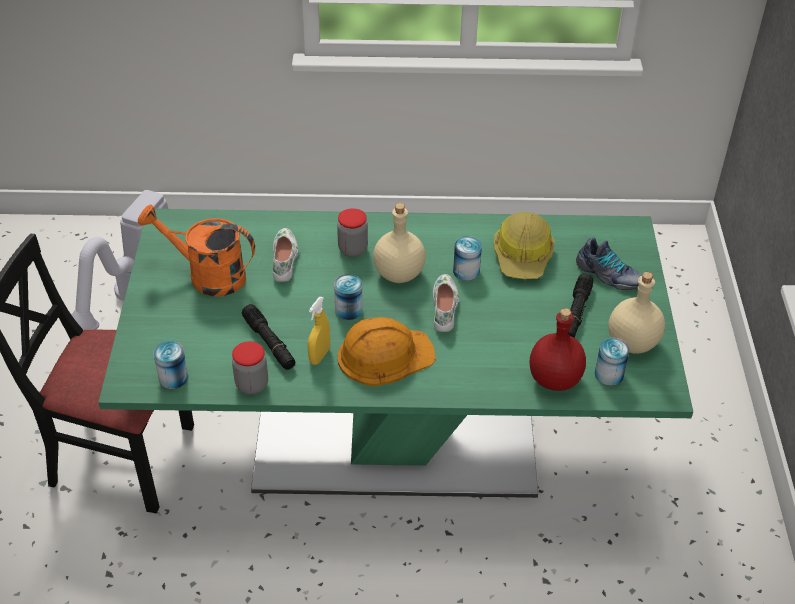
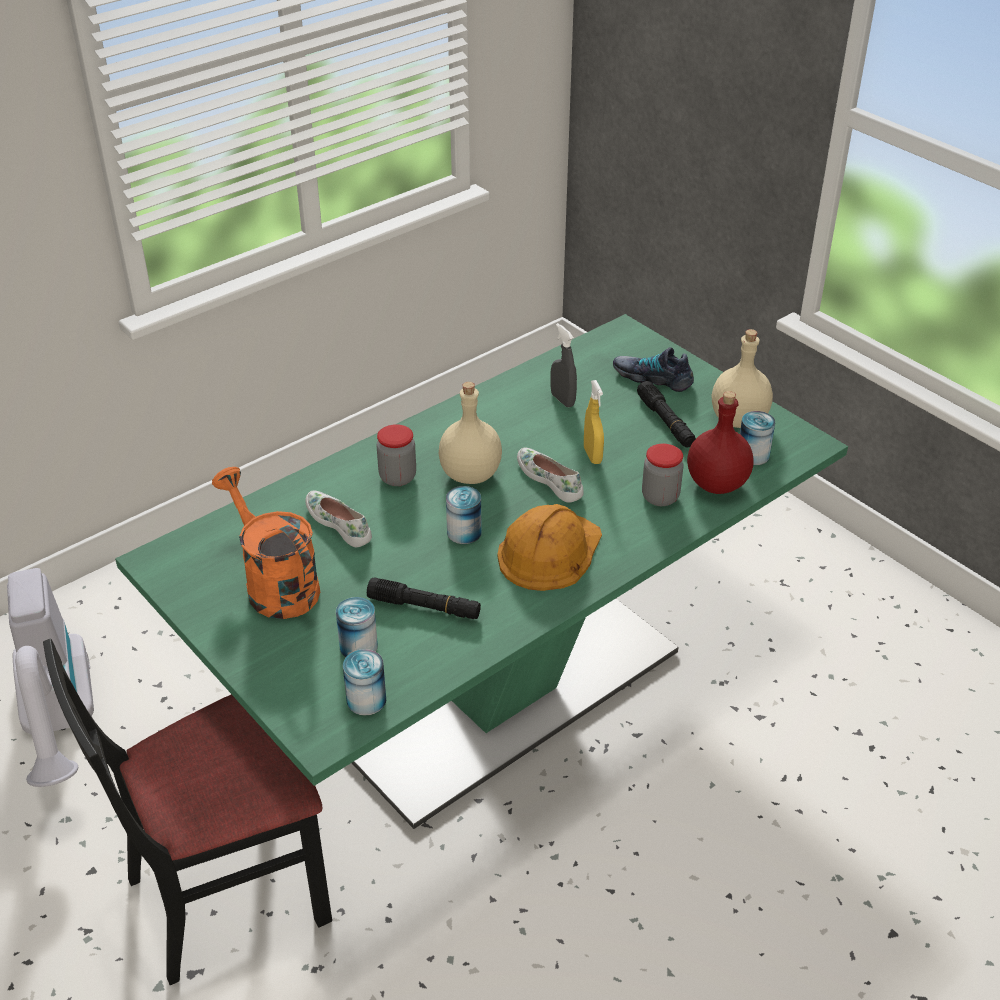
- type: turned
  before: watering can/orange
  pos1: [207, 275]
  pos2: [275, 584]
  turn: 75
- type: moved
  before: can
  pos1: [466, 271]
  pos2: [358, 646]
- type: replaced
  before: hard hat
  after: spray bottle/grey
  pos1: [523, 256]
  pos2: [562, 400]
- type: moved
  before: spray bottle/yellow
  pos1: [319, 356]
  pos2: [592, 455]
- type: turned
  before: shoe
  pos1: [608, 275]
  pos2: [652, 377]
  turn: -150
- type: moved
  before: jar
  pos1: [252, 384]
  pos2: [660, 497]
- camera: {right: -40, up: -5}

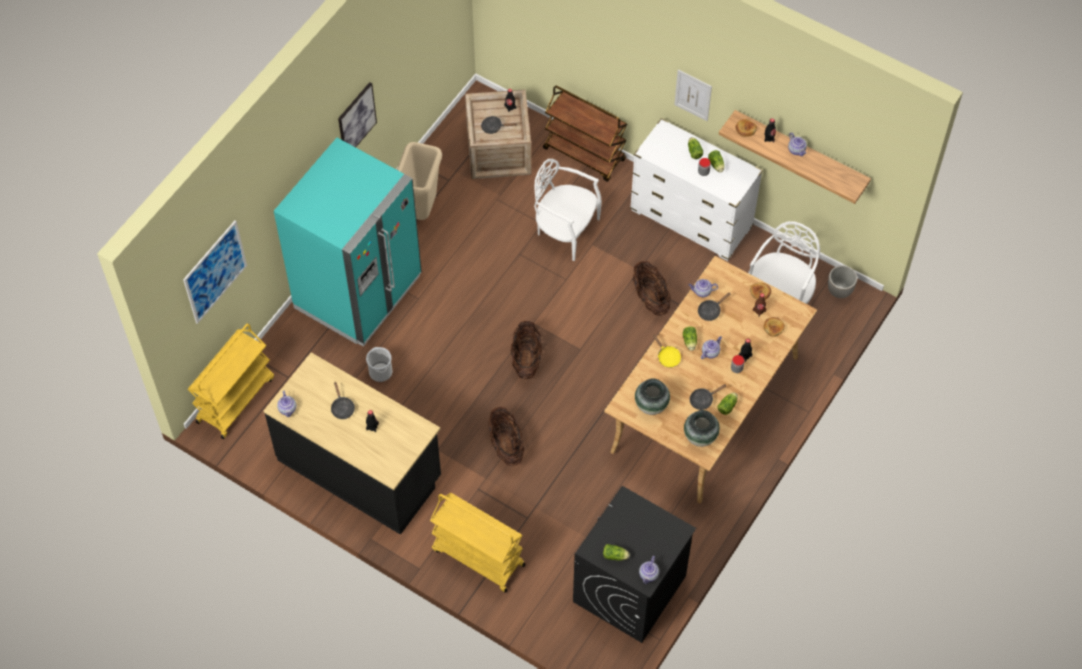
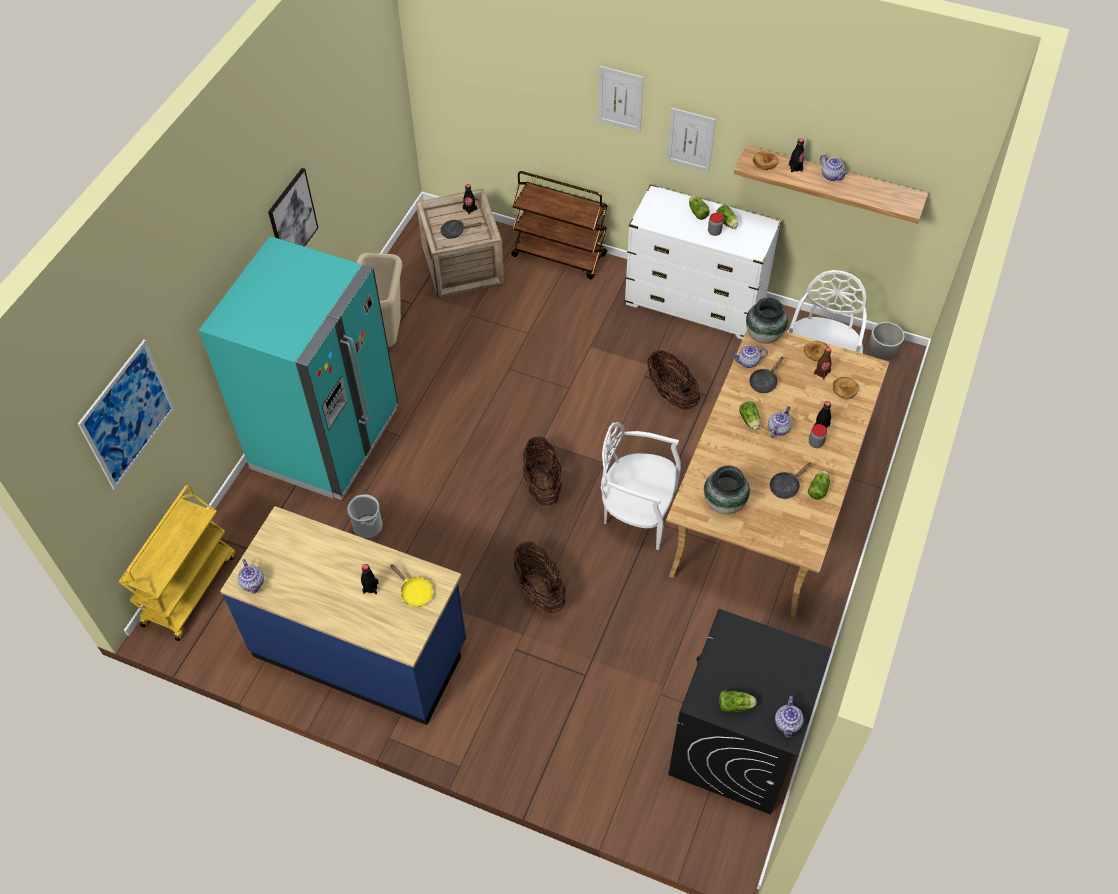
- type: recoloured
  before: counter/black
  after: counter/blue
  pos1: [360, 468]
  pos2: [361, 649]
- type: moved
  before: frying pan/yellow
  pos1: [667, 357]
  pos2: [414, 592]
- type: added
  after: picture
  pos2: [620, 99]
- type: moved
  before: chair/white
  pos1: [565, 230]
  pos2: [637, 512]
- type: moved
  before: vase
  pos1: [700, 437]
  pos2: [763, 336]
- type: removed
  before: frying pan/black
  pos1: [342, 407]
- type: removed
  before: cart/yellow
  pos1: [477, 557]
- camera: {right: -10, up: -5}

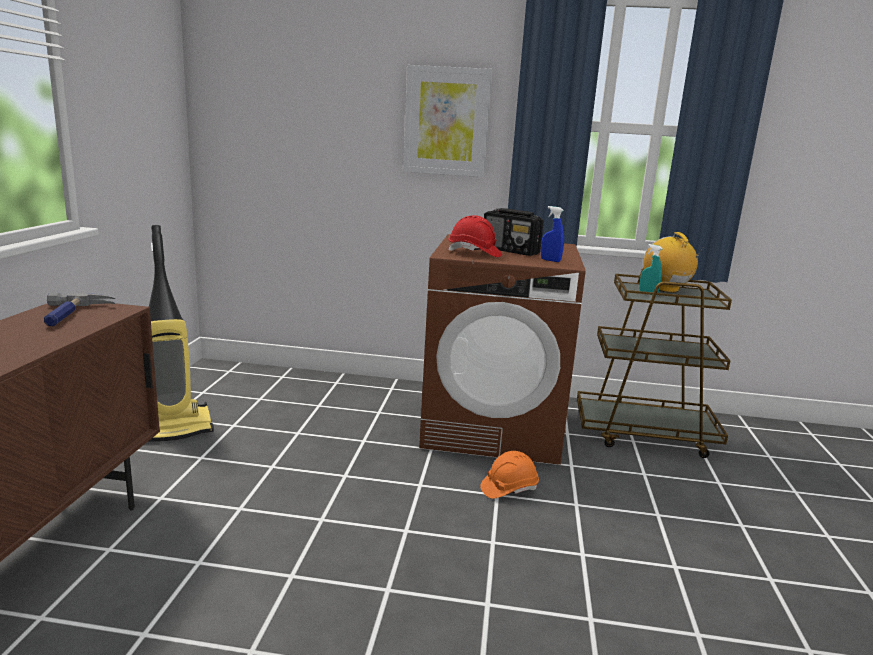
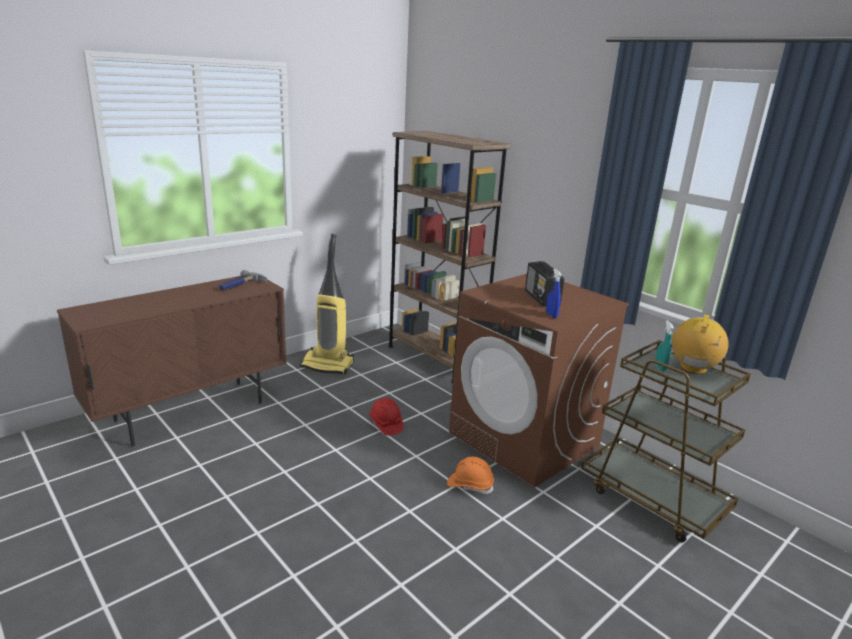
- type: moved
  before: hard hat/red
  pos1: [474, 253]
  pos2: [385, 424]
- type: added
  after: bookcase/brown
  pos2: [435, 358]
- type: removed
  before: picture
  pos1: [446, 121]
- camera: {right: 40, up: 5}

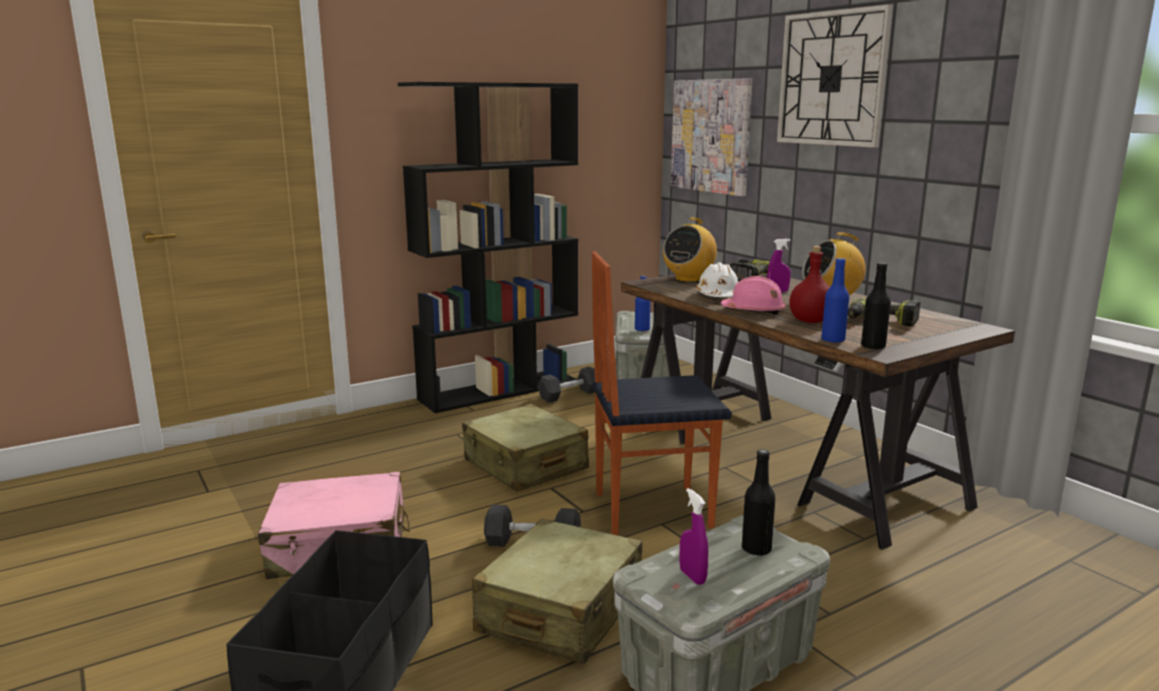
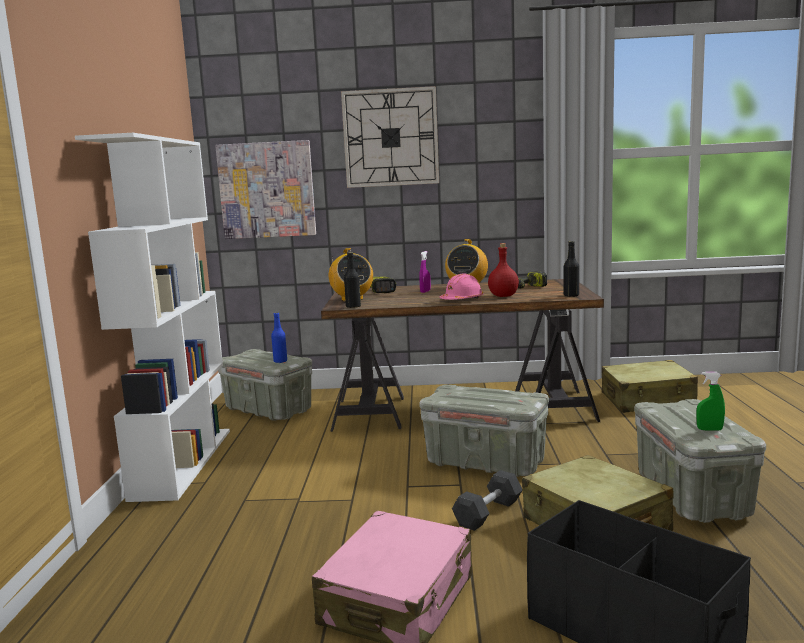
- type: recoloured
  before: bookcase/black
  after: bookcase/white
  pos1: [500, 390]
  pos2: [183, 462]
- type: moved
  before: bottle/black
  pos1: [756, 549]
  pos2: [353, 307]
- type: replaced
  before: chair
  after: storage box/grey
  pos1: [651, 509]
  pos2: [484, 463]
- type: moved
  before: suitcase/beige
  pos1: [525, 465]
  pos2: [648, 400]
- type: recoloured
  before: spray bottle/purple
  after: spray bottle/green
  pos1: [692, 576]
  pos2: [709, 429]
- type: removed
  before: dumbbell/grey
  pos1: [569, 395]
- type: removed
  before: hard hat/white
  pos1: [718, 296]
- type: removed
  before: bottle/blue
  pos1: [833, 340]
- camera: {right: -55, up: -5}

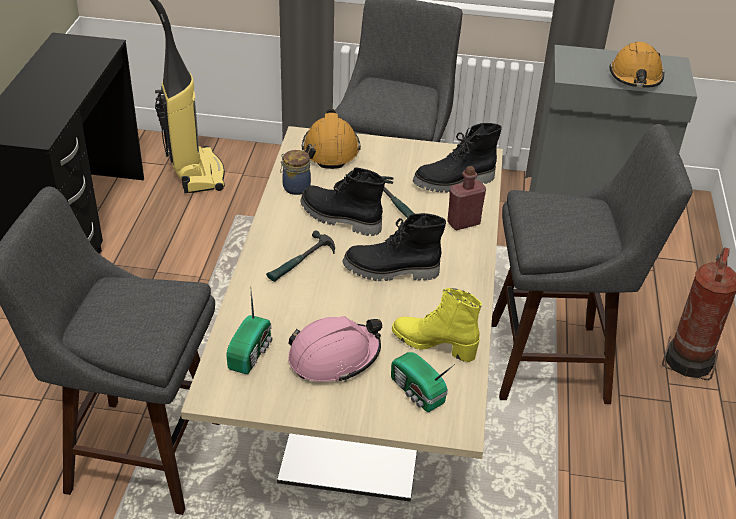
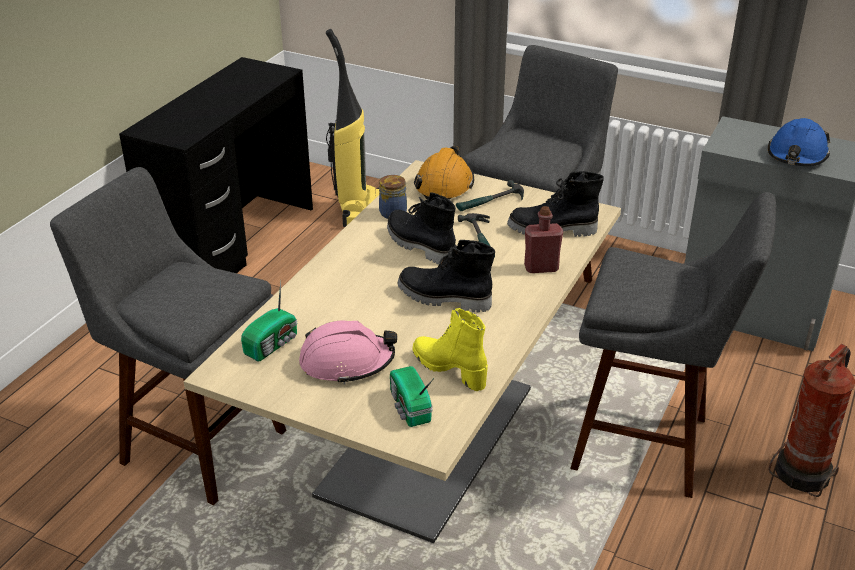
- type: moved
  before: hammer
  pos1: [301, 262]
  pos2: [490, 202]
- type: recoloured
  before: hard hat/orange
  after: hard hat/blue
  pos1: [636, 77]
  pos2: [797, 156]
- camera: {right: 20, up: -5}

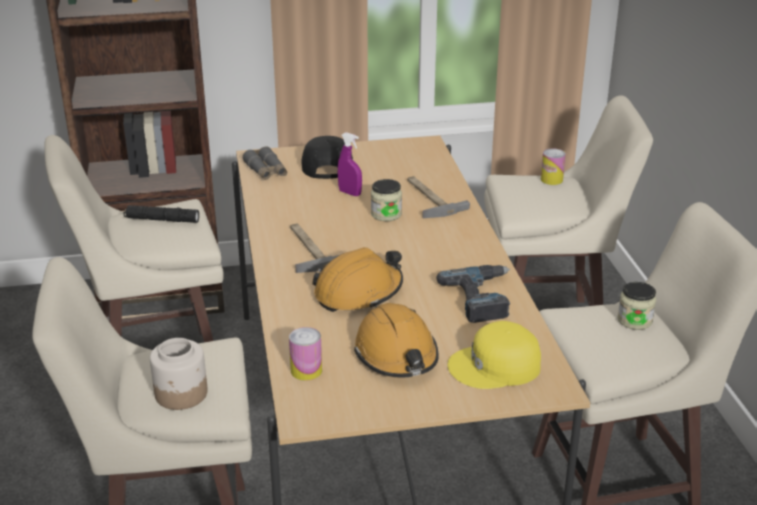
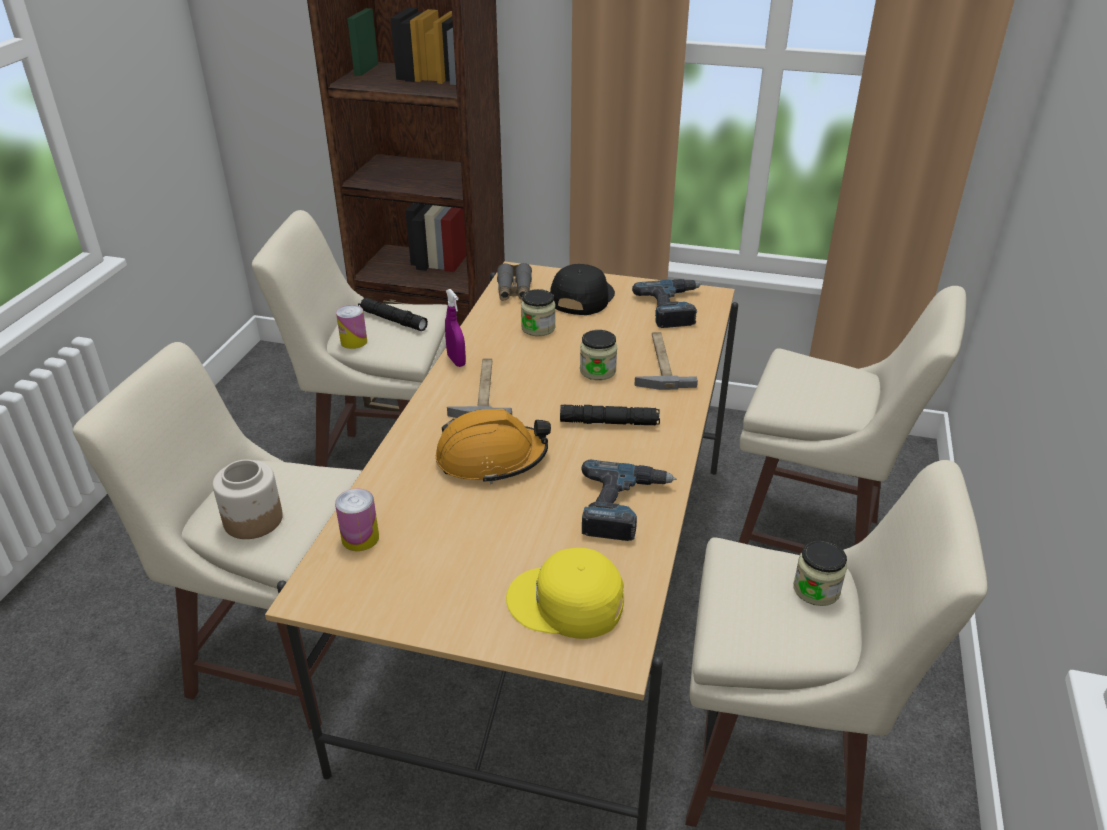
- type: moved
  before: can
  pos1: [551, 180]
  pos2: [354, 341]
- type: moved
  before: spray bottle/purple
  pos1: [350, 193]
  pos2: [456, 361]
- type: added
  after: jar
  pos2: [538, 328]
- type: added
  after: flashlight/black
  pos2: [609, 422]
- type: added
  after: power drill
  pos2: [673, 308]
- type: removed
  before: hard hat/orange
  pos1: [396, 355]
- camera: {right: 25, up: 5}

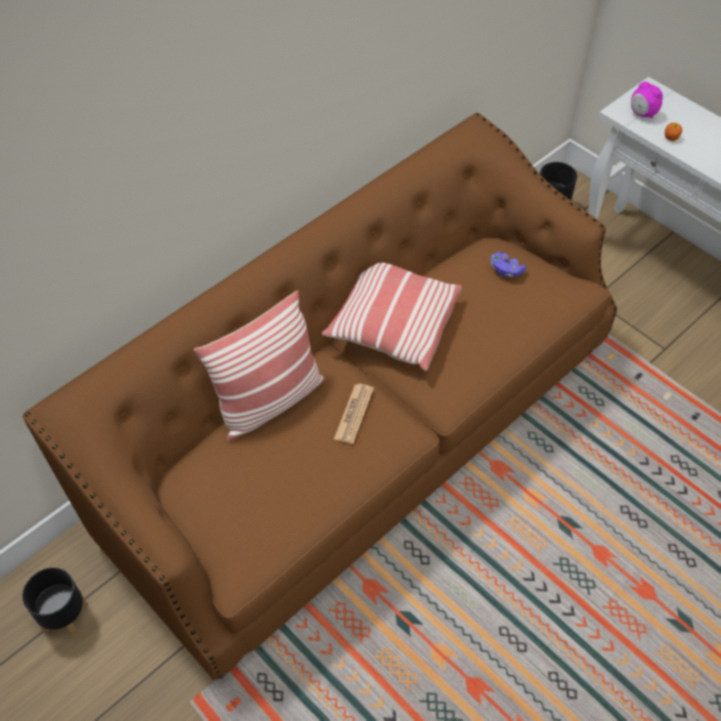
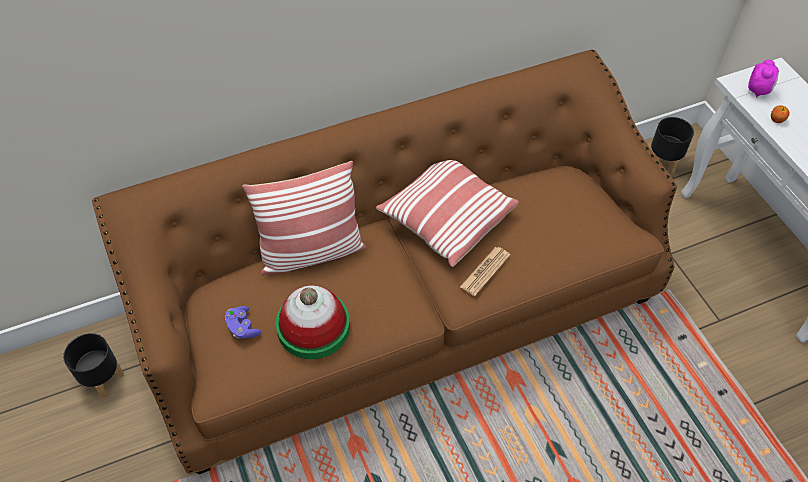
- type: moved
  before: game controller/purple
  pos1: [505, 270]
  pos2: [243, 327]
- type: added
  after: hat
  pos2: [313, 326]
- type: moved
  before: newspaper
  pos1: [354, 414]
  pos2: [485, 271]
- type: turned
  before: alarm clock
  pos1: [642, 114]
  pos2: [758, 90]
  turn: -135
- camera: {right: 20, up: 0}

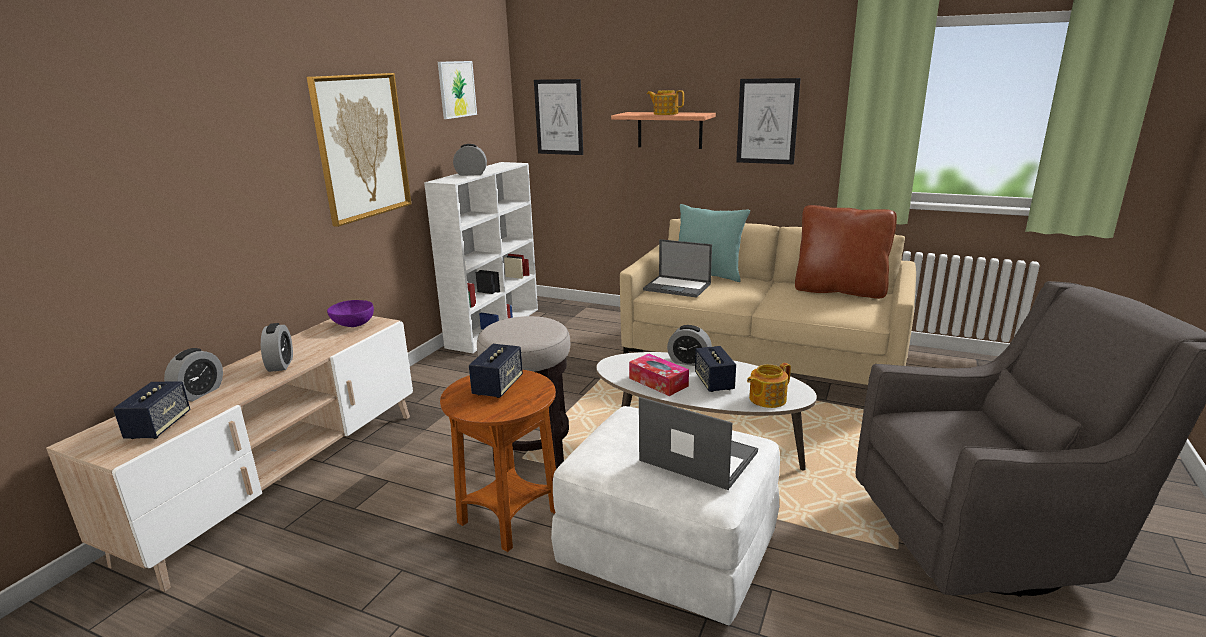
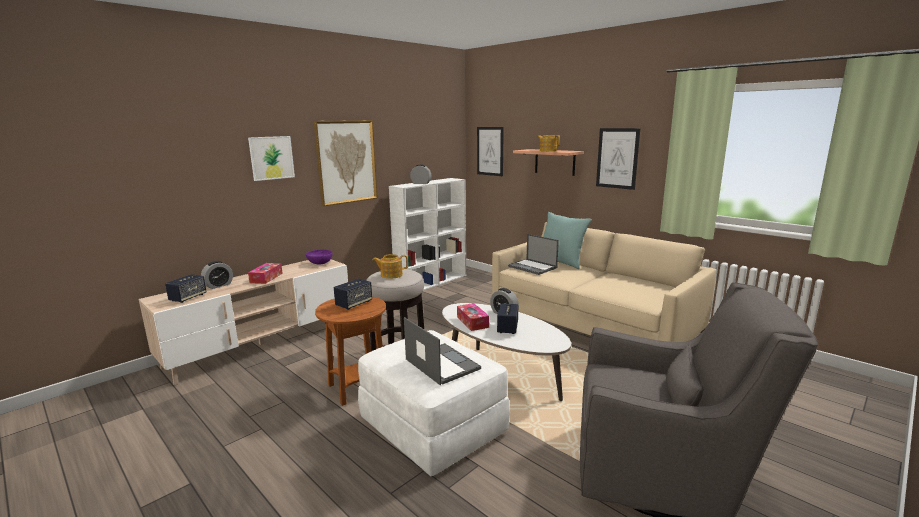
- type: moved
  before: picture
  pos1: [456, 89]
  pos2: [271, 158]
- type: replaced
  before: alarm clock
  after: tissue box
  pos1: [280, 364]
  pos2: [266, 278]
- type: moved
  before: teapot
  pos1: [766, 399]
  pos2: [391, 275]
- type: removed
  before: pillow/brown
  pos1: [839, 290]
- camera: {right: 20, up: -5}

